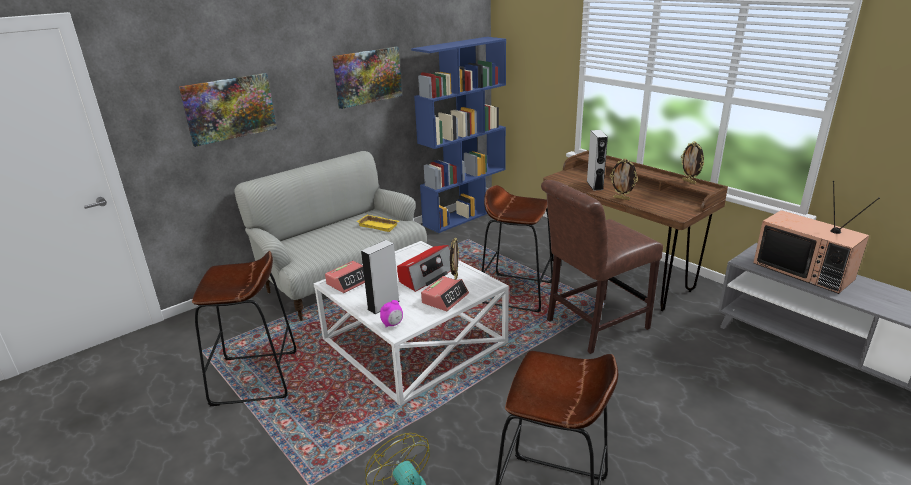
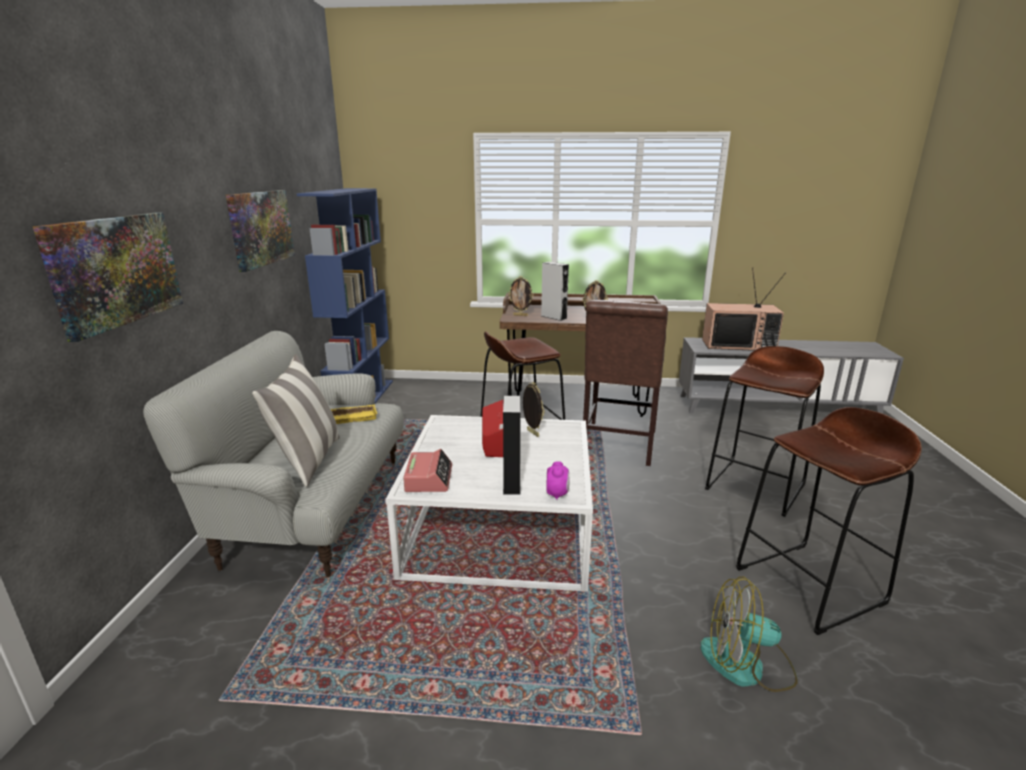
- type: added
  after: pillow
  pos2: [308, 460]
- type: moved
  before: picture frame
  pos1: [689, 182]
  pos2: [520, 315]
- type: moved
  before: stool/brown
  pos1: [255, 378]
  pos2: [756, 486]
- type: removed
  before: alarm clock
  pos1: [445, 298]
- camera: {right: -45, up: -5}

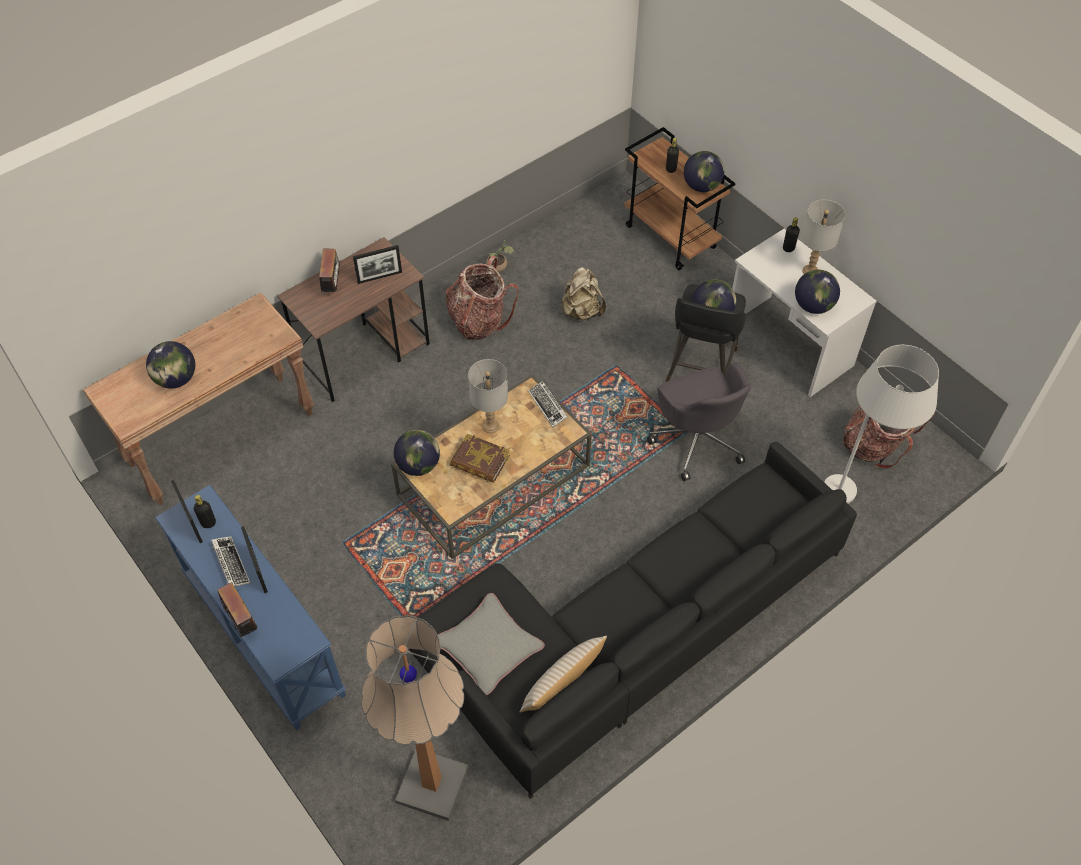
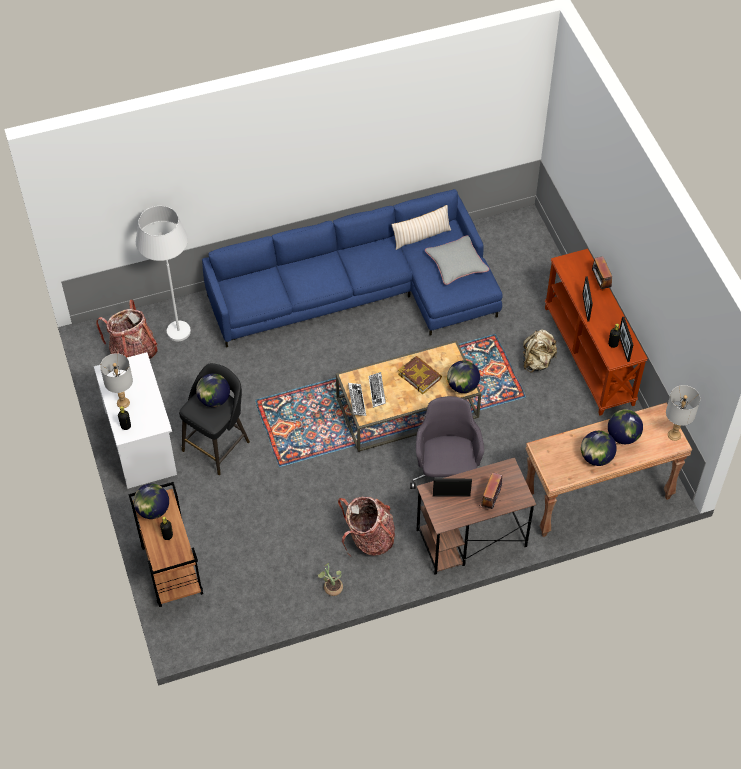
- type: recoloured
  before: sofa/black
  after: sofa/blue
  pos1: [627, 632]
  pos2: [362, 292]
- type: moved
  before: keyboard
  pos1: [231, 564]
  pos2: [377, 391]
- type: moved
  before: office chair/grey
  pos1: [697, 439]
  pos2: [446, 474]
- type: moved
  before: backpack/beige
  pos1: [582, 311]
  pos2: [537, 361]
- type: recoloured
  before: console table/blue
  after: console table/brown
  pos1: [262, 634]
  pos2: [589, 355]
- type: moved
  before: globe
  pos1: [813, 306]
  pos2: [596, 457]
- type: moved
  before: table lamp/grey
  pos1: [490, 426]
  pos2: [674, 434]
- type: removed
  before: floor lamp
  pos1: [432, 785]
- camera: {right: -160, up: 0}

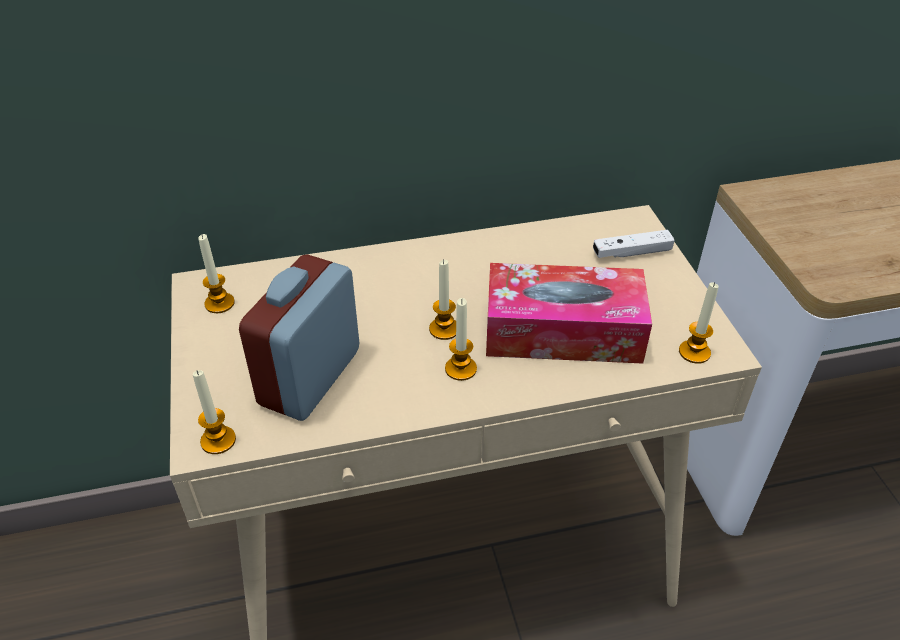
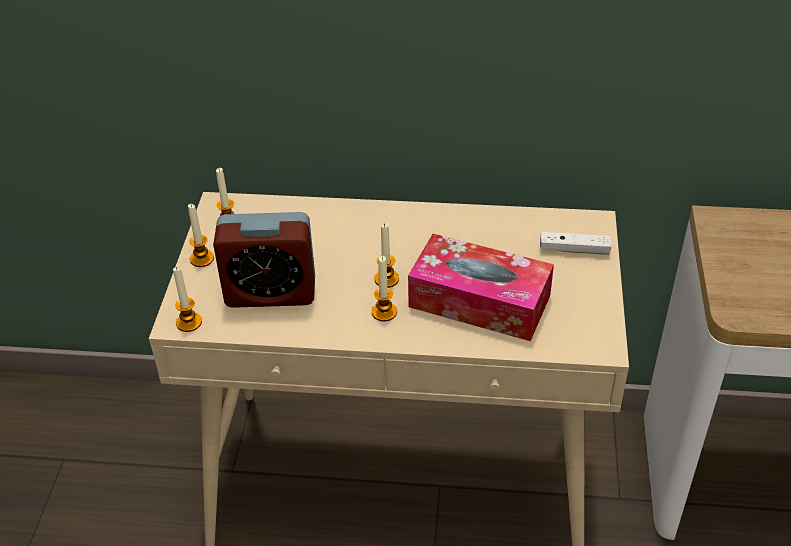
- type: moved
  before: candle
  pos1: [694, 352]
  pos2: [202, 259]
- type: turned
  before: alarm clock
  pos1: [310, 377]
  pos2: [270, 293]
  turn: -135
- camera: {right: 20, up: 0}

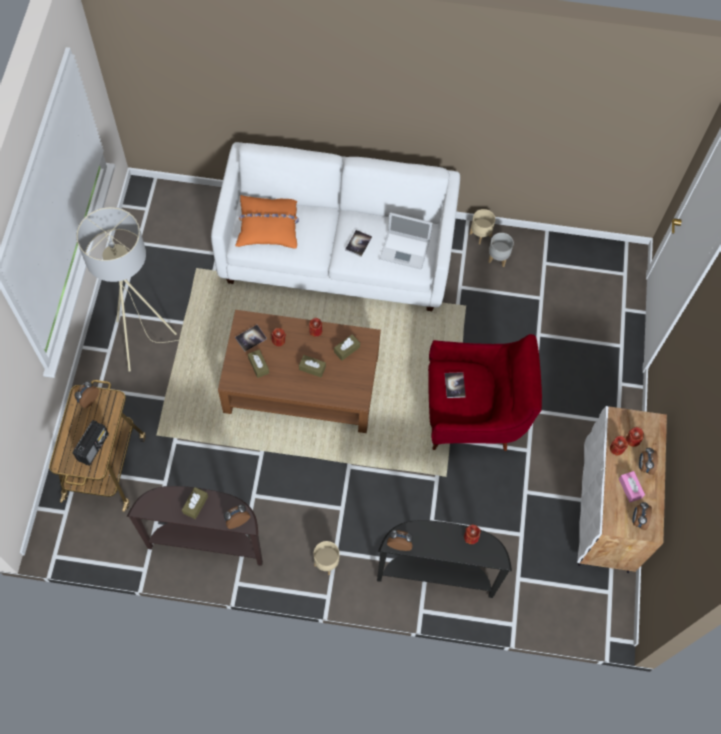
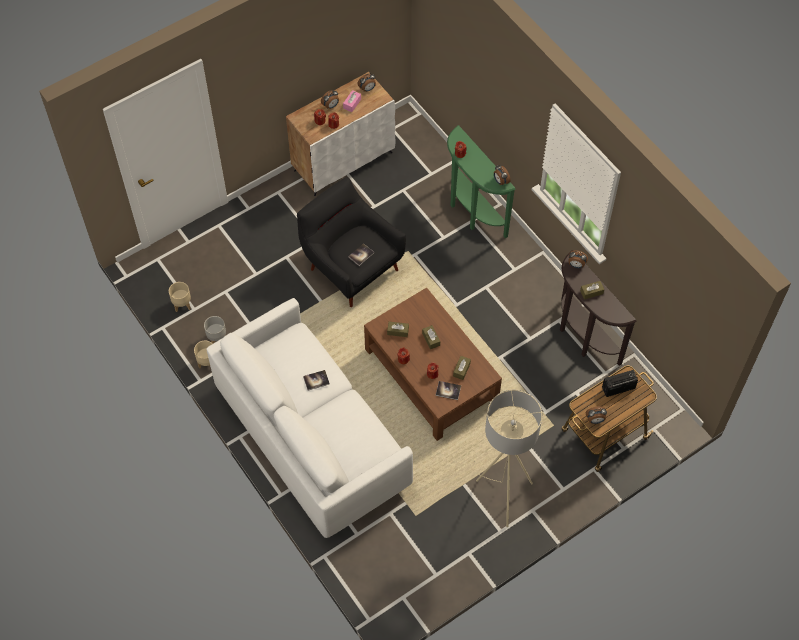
- type: moved
  before: planter/beige
  pos1: [326, 563]
  pos2: [182, 304]
- type: recoloured
  before: armchair/red
  after: armchair/black
  pos1: [474, 414]
  pos2: [351, 267]
- type: recoloured
  before: console table/black
  after: console table/green
  pos1: [436, 574]
  pos2: [472, 212]
- type: removed
  before: pillow/orange
  pos1: [268, 226]
- type: removed
  before: laptop
  pos1: [405, 250]
- camera: {right: -130, up: -5}

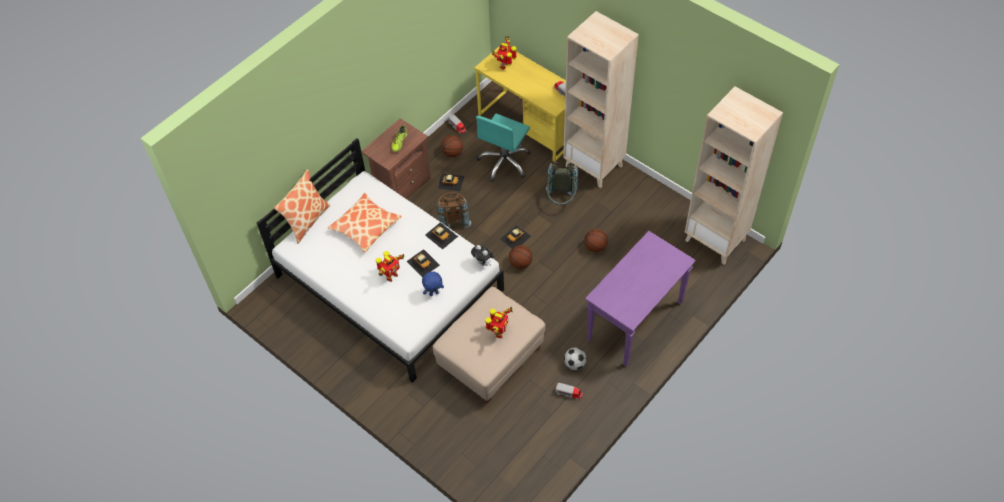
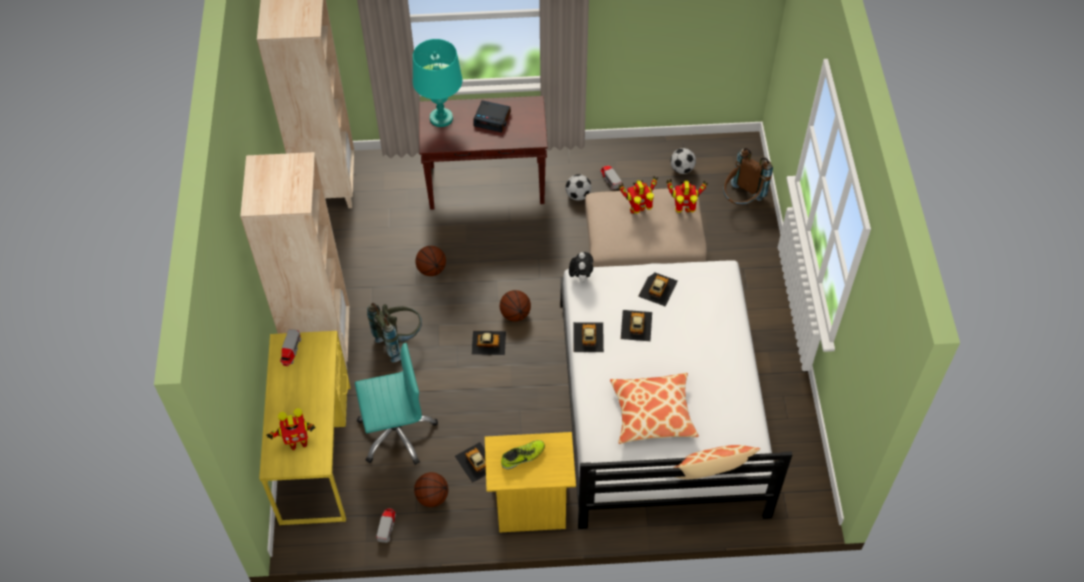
- type: added
  after: table lamp/turquoise
  pos2: [441, 118]
- type: recoloured
  before: console table/purple
  after: console table/brown
  pos1: [634, 322]
  pos2: [487, 184]
- type: added
  after: alarm clock
  pos2: [492, 119]
- type: recoloured
  before: nightstand/brown
  after: nightstand/yellow
  pos1: [401, 185]
  pos2: [530, 507]
- type: replaced
  before: plush toy/blue
  after: toy car
  pos1: [434, 293]
  pos2: [657, 288]
- type: moved
  before: toy robot
  pos1: [391, 276]
  pos2: [683, 210]
- type: added
  after: football
  pos2: [682, 169]
- type: moved
  before: backpack/brown
  pos1: [453, 218]
  pos2: [741, 201]
- camera: {right: -135, up: 0}

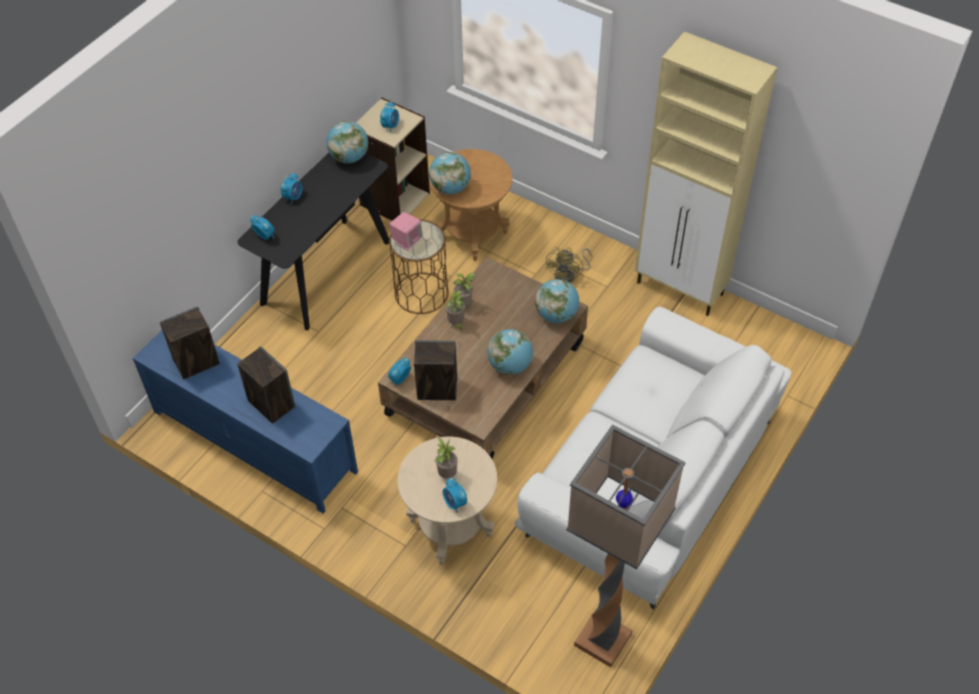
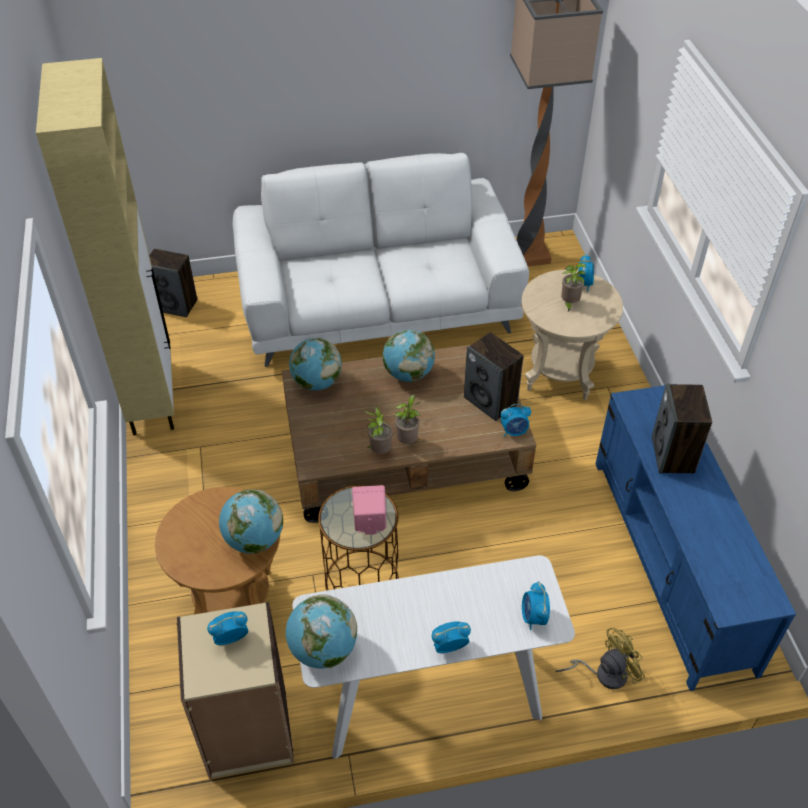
- type: moved
  before: speaker
  pos1: [196, 362]
  pos2: [176, 305]
- type: recoloured
  before: console table/black
  after: console table/white
  pos1: [326, 272]
  pos2: [429, 697]
- type: moved
  before: fan/yellow
  pos1: [569, 275]
  pos2: [604, 673]
- camera: {right: -135, up: -5}

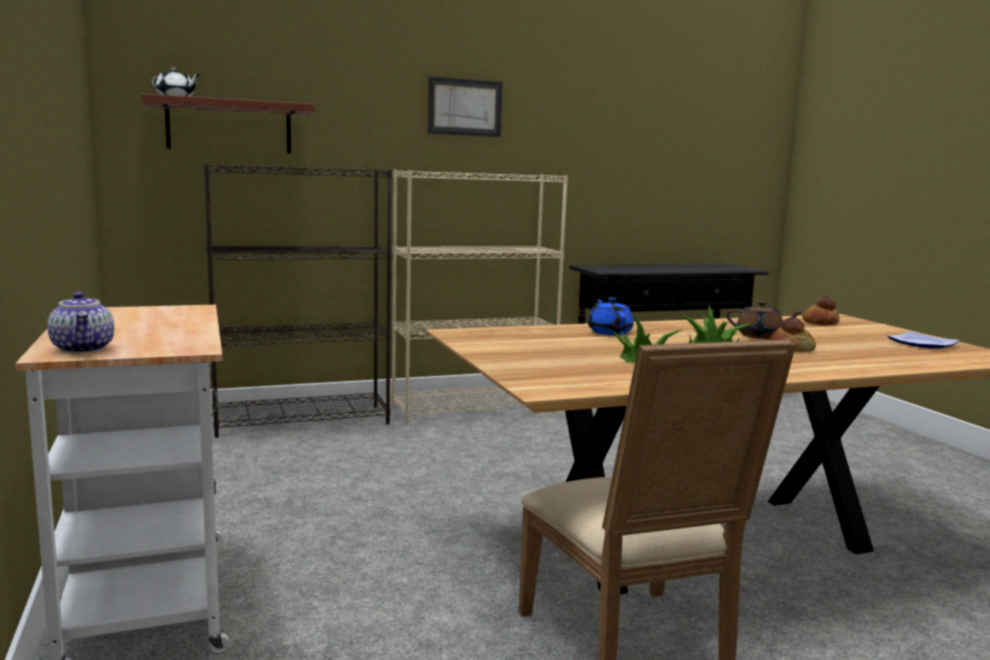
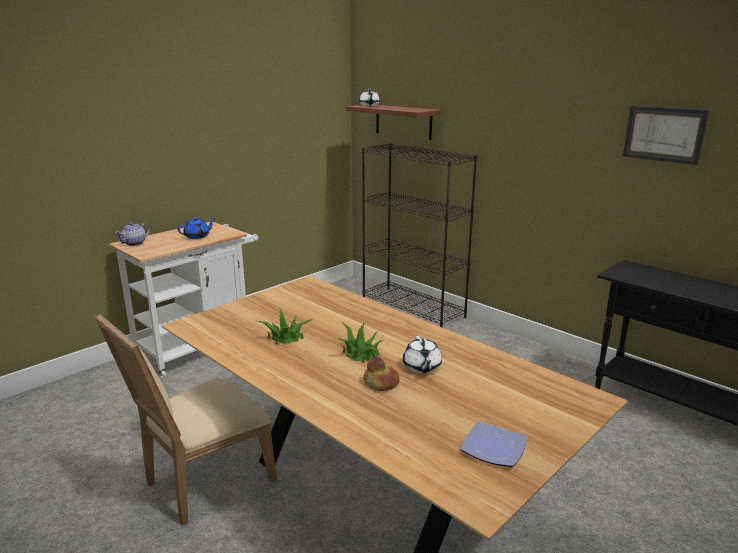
- type: moved
  before: teapot/blue
  pos1: [609, 332]
  pos2: [197, 236]
- type: recoloured
  before: teapot/brown
  after: teapot/white
  pos1: [760, 336]
  pos2: [421, 367]
- type: moved
  before: picture
  pos1: [464, 107]
  pos2: [664, 134]
- type: removed
  before: bookcase/beige
  pos1: [474, 409]
- type: removed
  before: bread
  pos1: [819, 323]
- camera: {right: 65, up: 10}

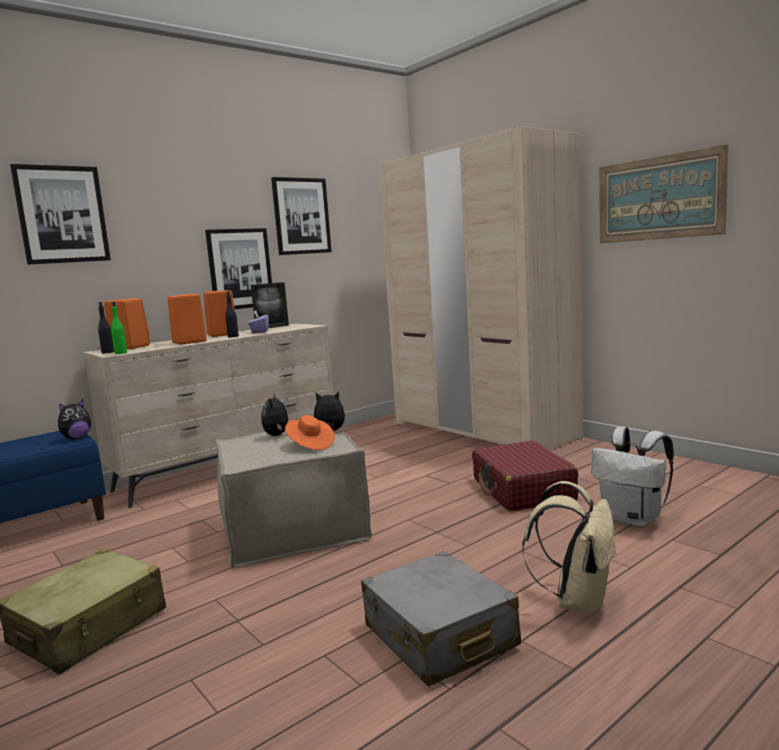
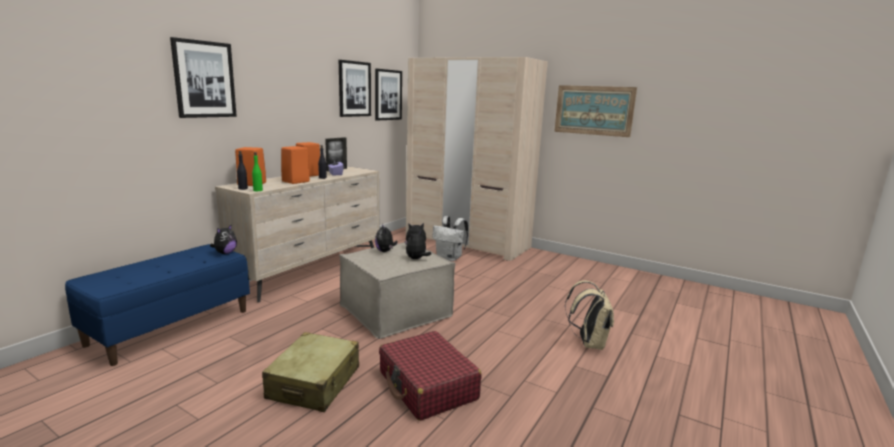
- type: moved
  before: picture
  pos1: [240, 269]
  pos2: [388, 95]
- type: moved
  before: suitcase/red
  pos1: [522, 490]
  pos2: [427, 386]
- type: replaced
  before: hat/orange
  after: plush toy
  pos1: [310, 445]
  pos2: [416, 259]
- type: moved
  before: backpack/white
  pos1: [633, 519]
  pos2: [450, 258]
- type: removed
  before: suitcase/grey
  pos1: [439, 636]
- camera: {right: -20, up: 5}

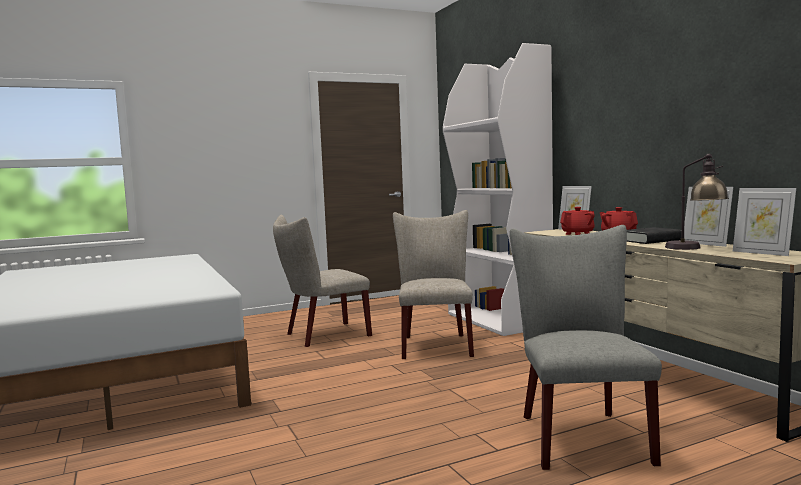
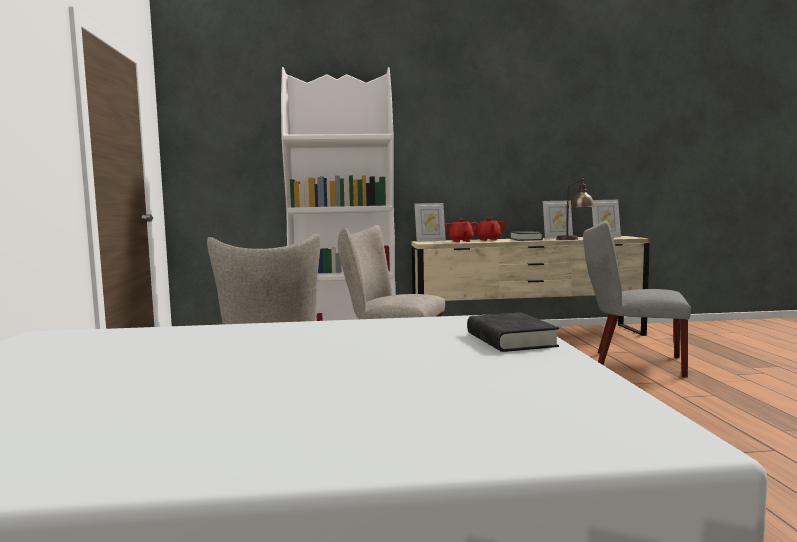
- type: added
  after: book/black
  pos2: [510, 340]
- camera: {right: -70, up: 0}

